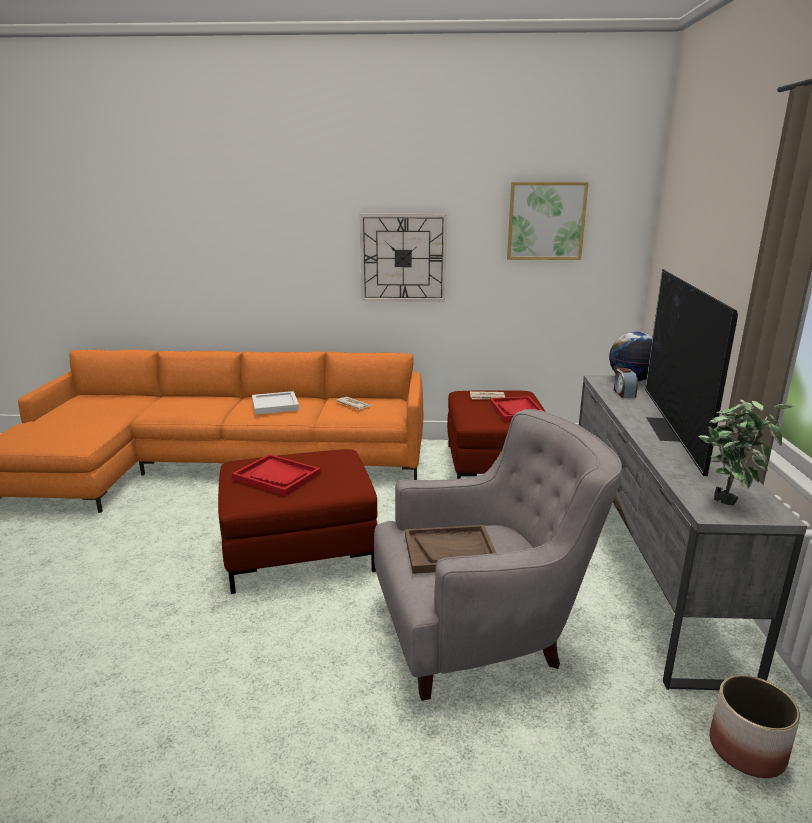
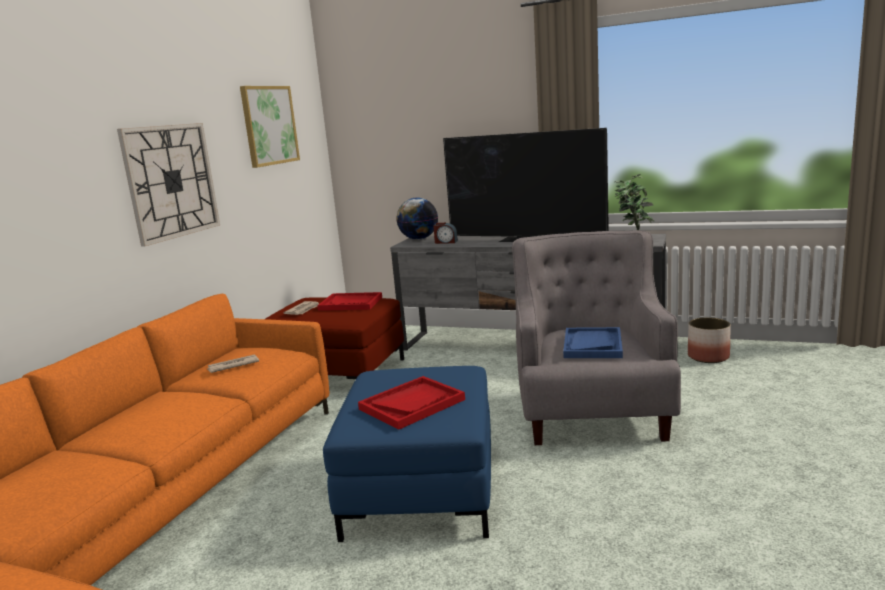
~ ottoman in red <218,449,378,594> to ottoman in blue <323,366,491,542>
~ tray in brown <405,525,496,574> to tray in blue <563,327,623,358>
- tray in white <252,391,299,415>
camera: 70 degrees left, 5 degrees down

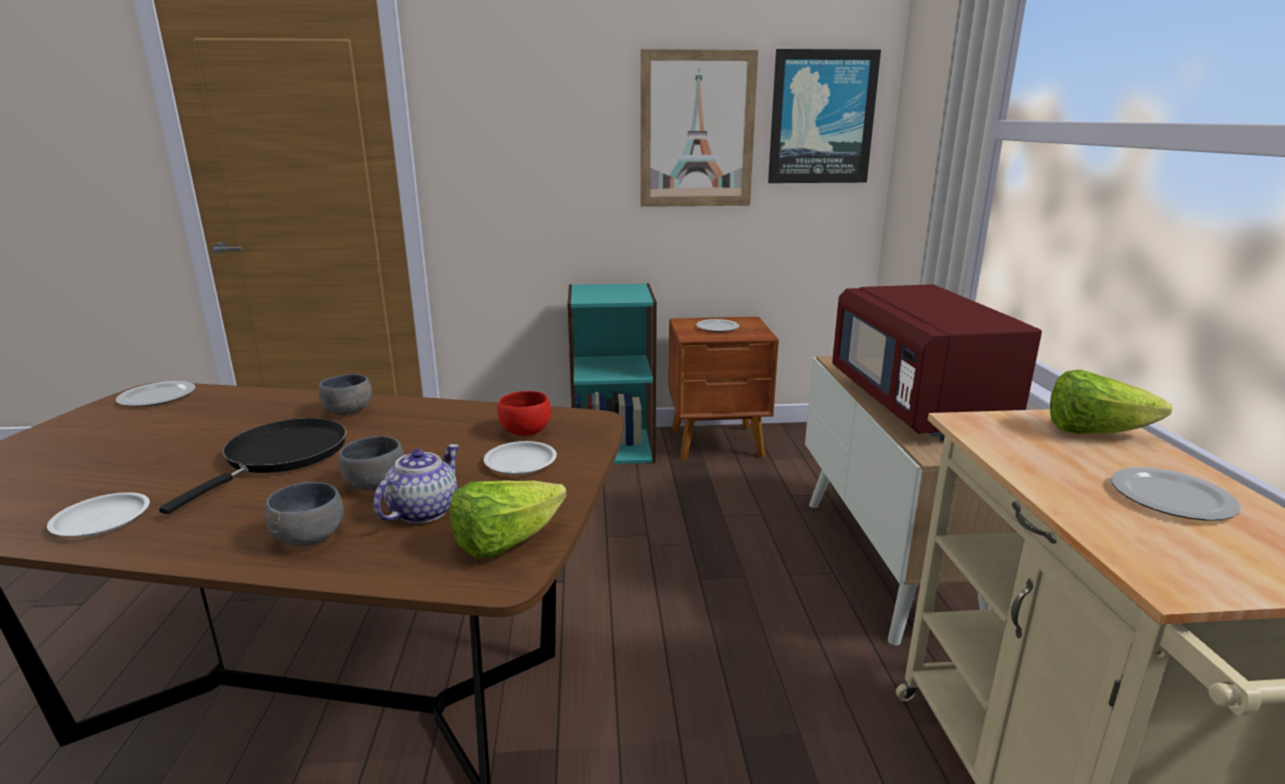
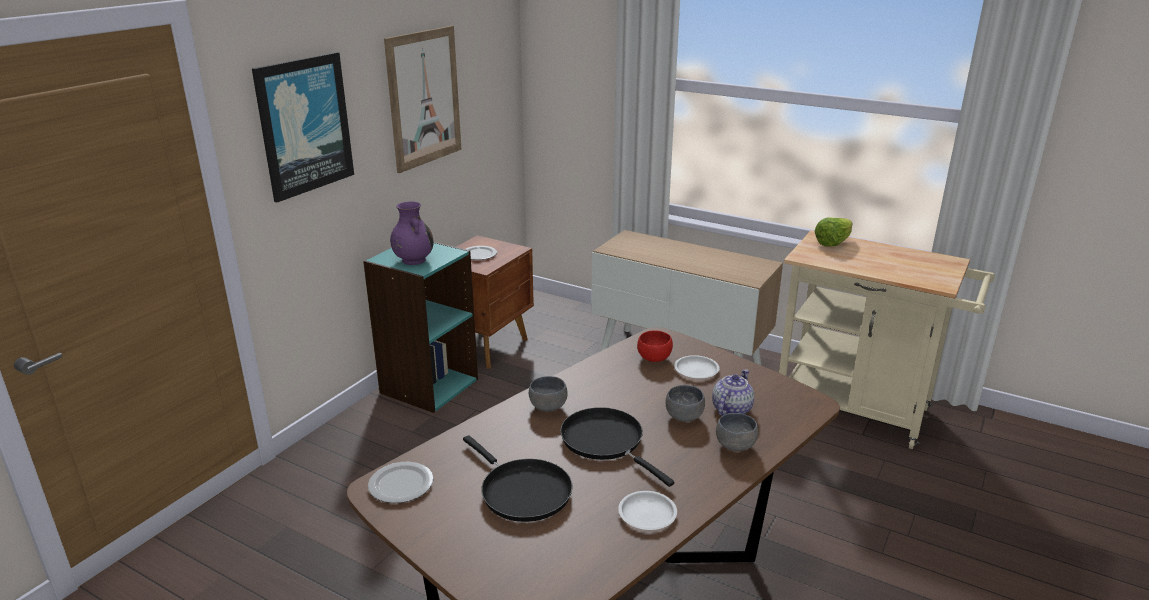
~ picture <768,49,881,183> to <252,52,354,203>
+ vase in purple <390,201,433,265>
+ frying pan in black <463,435,573,522>
~ teapot <373,444,459,523> = <712,369,754,416> 60 degrees clockwise
- lettuce <450,480,567,559>
- microwave in red <832,284,1042,441>
- plate <1111,467,1241,521>
camera: 55 degrees left, 5 degrees up

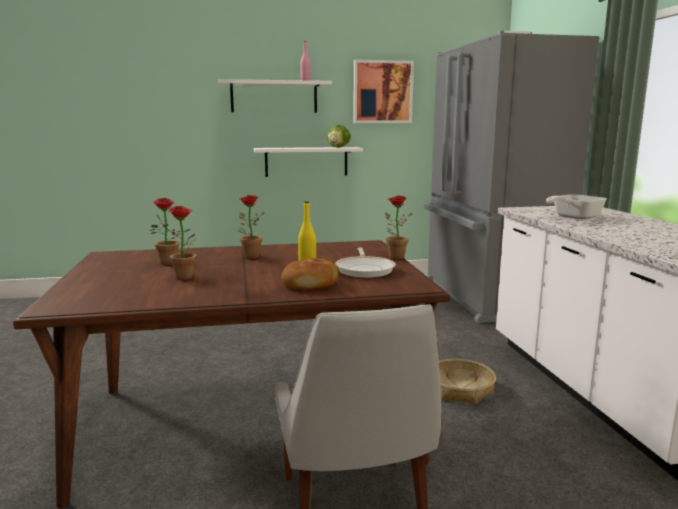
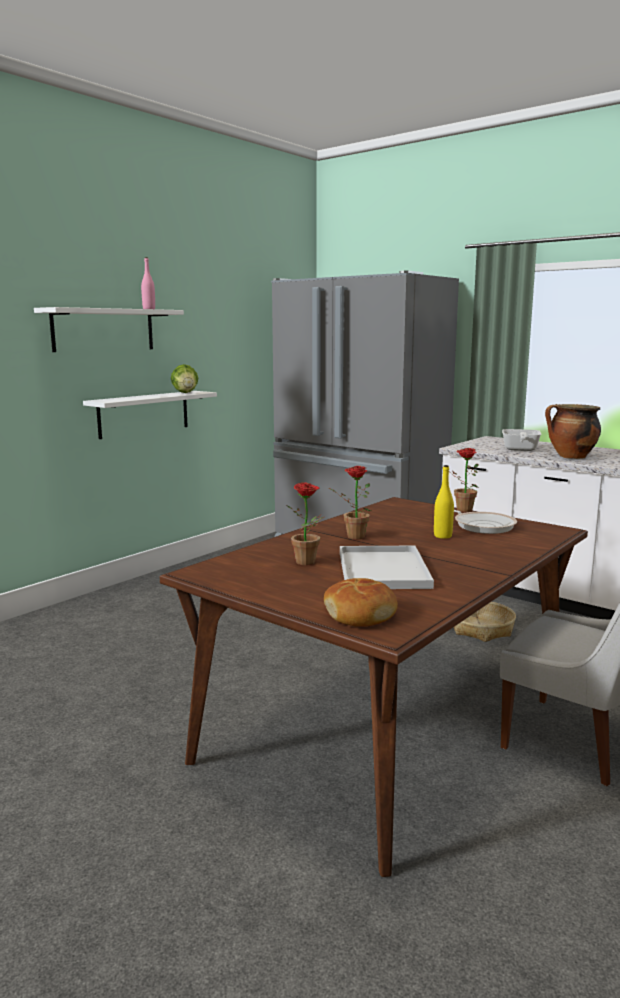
~ bread <281,258,338,290> to <324,578,398,627>
~ potted plant <165,206,196,280> to tray in white <340,546,434,589>
+ cooking pot <545,404,601,459>
- picture <353,60,414,123>
camera: 40 degrees left, 0 degrees up

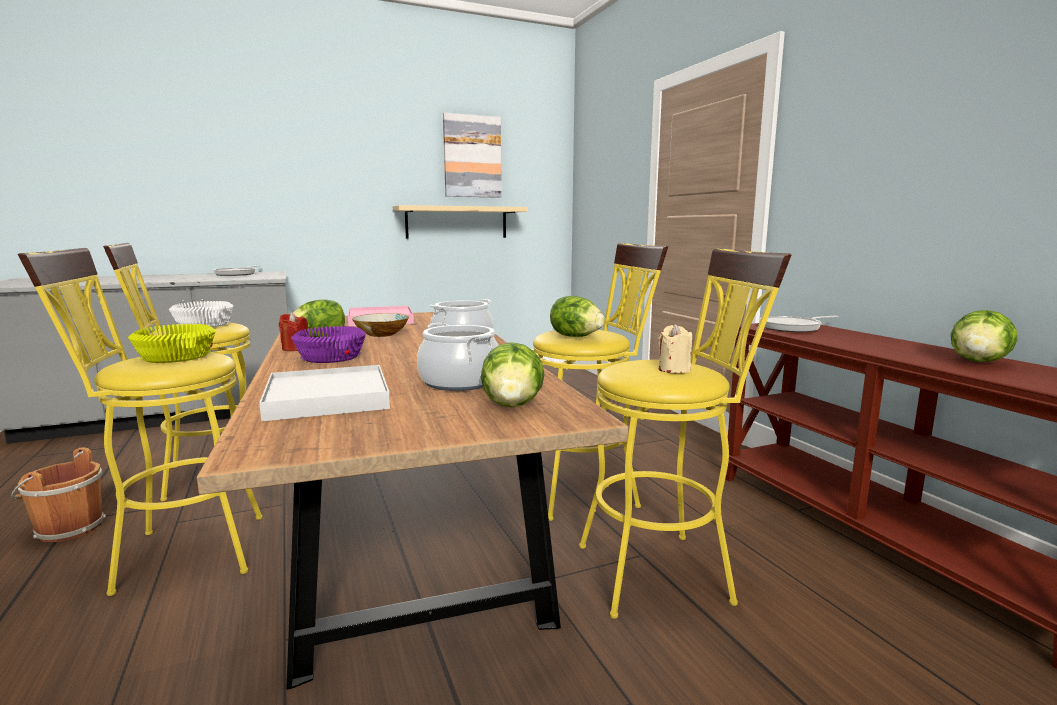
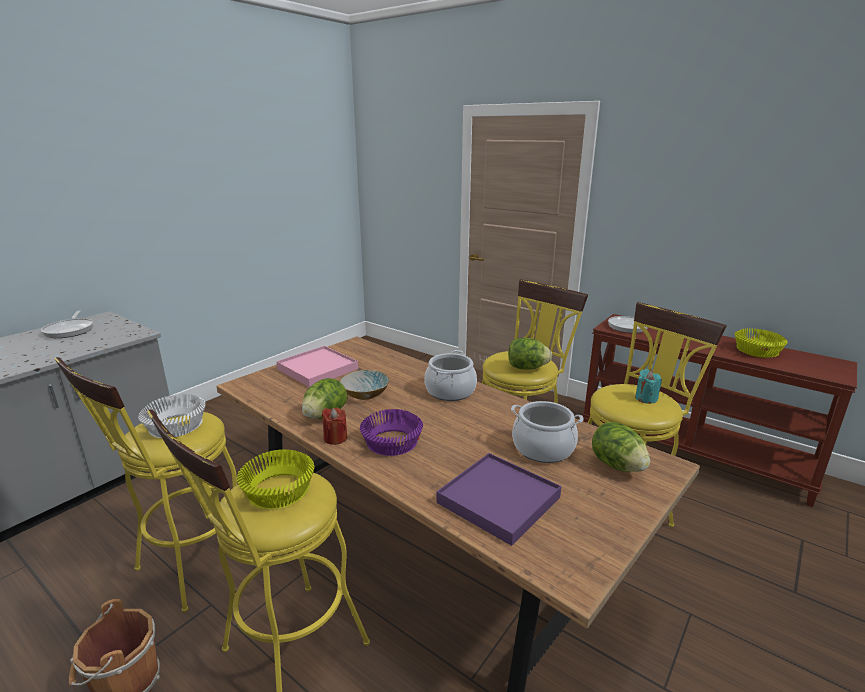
~ tray in white <259,365,390,421> to tray in purple <436,453,561,546>
~ candle in beige <658,324,692,373> to candle in turquoise <635,369,662,404>
~ lettuce <951,310,1017,362> to bowl in yellow <735,328,788,358>
- shelf in beige <393,205,528,239>
- picture <443,113,502,198>
camera: 30 degrees left, 10 degrees up

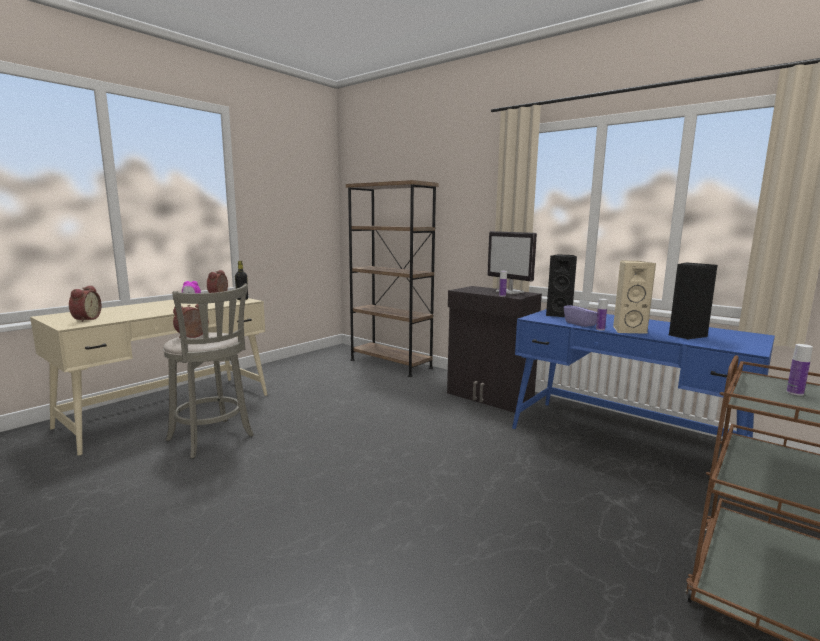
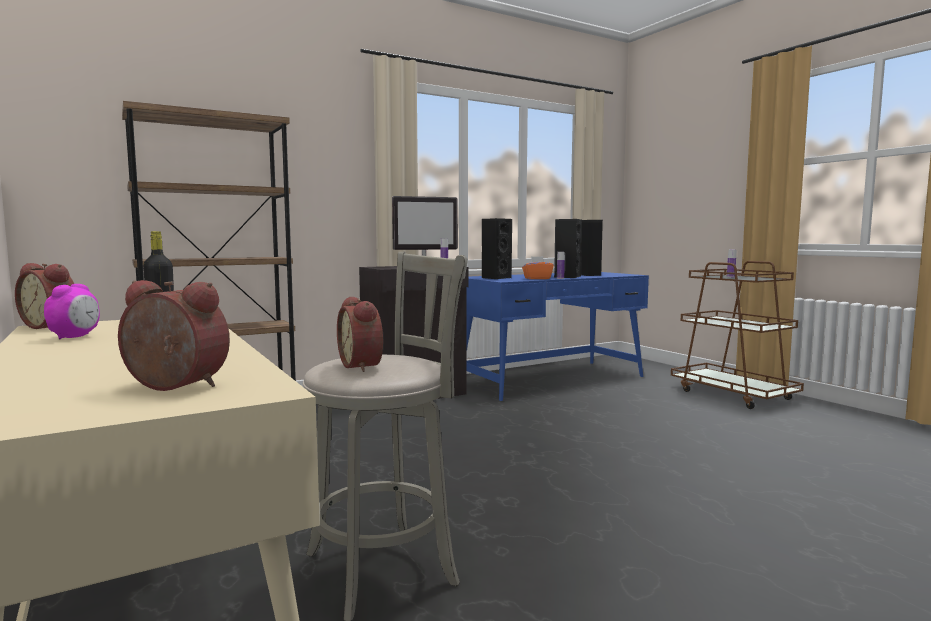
~ tissue box in purple <564,299,597,327> to tissue box in orange <522,256,554,279>
~ speaker in beige <613,261,656,334> to speaker in black <554,219,582,278>
camera: 70 degrees left, 5 degrees down

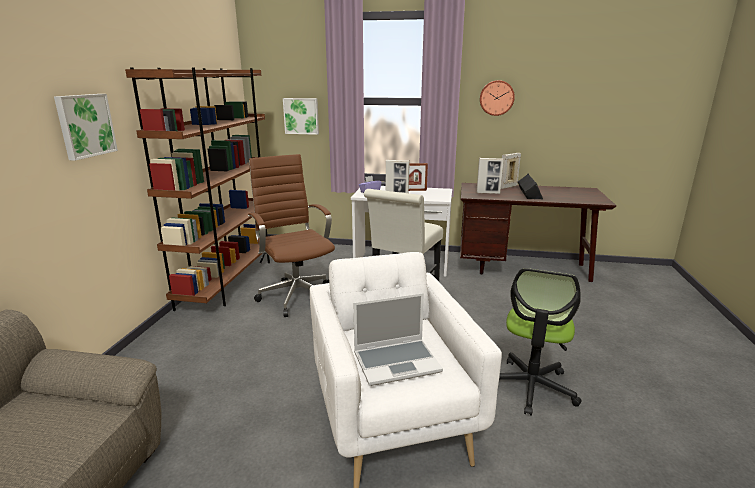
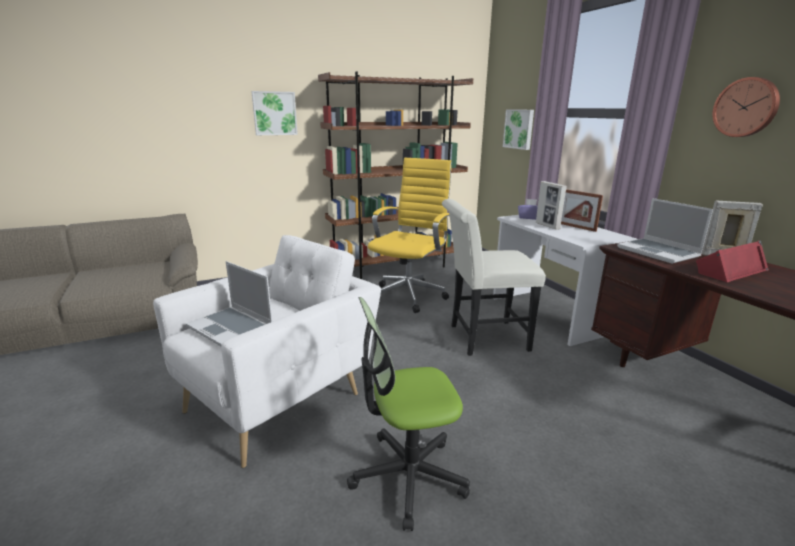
~ office chair in brown <248,154,335,317> to office chair in yellow <368,158,452,313>
~ picture frame <476,158,504,194> to laptop <617,198,713,264>
~ speaker in black <518,174,543,200> to speaker in red <696,240,769,282>
camera: 55 degrees right, 0 degrees up

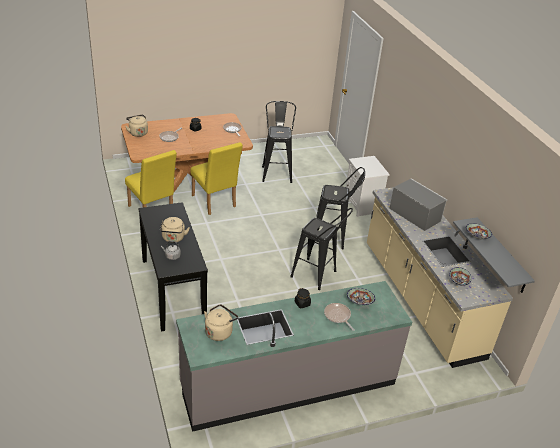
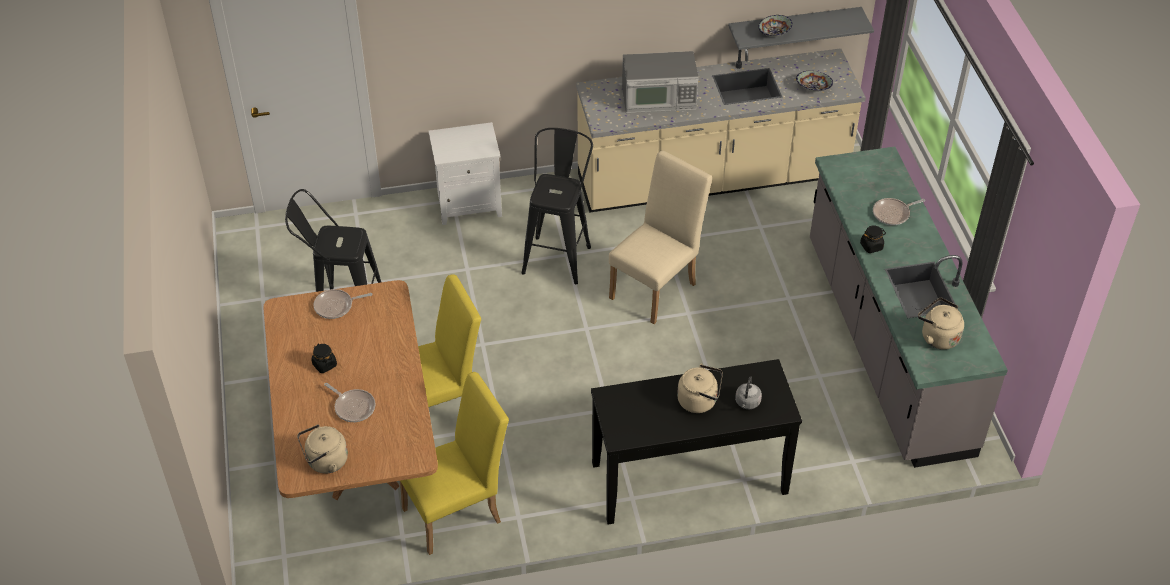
~ stool in black <290,208,353,290> to chair in beige <609,151,712,324>
~ microwave <389,178,447,231> = <622,51,698,113> 150 degrees counterclockwise
- bowl <347,288,375,305>
camera: 80 degrees left, 10 degrees up

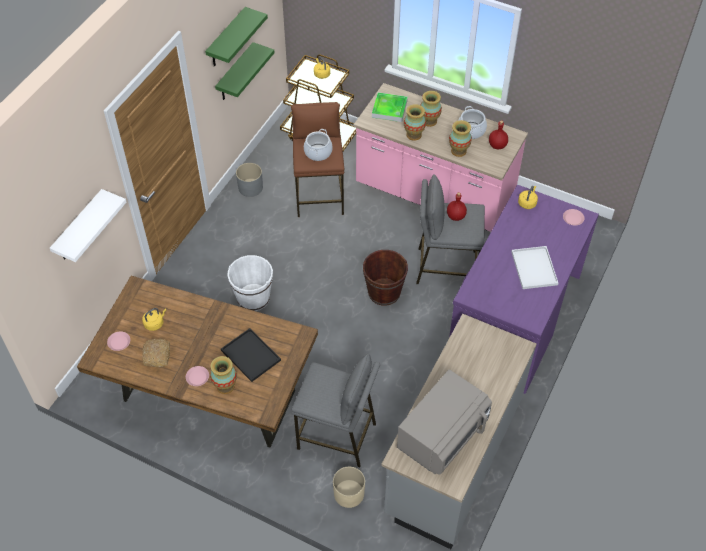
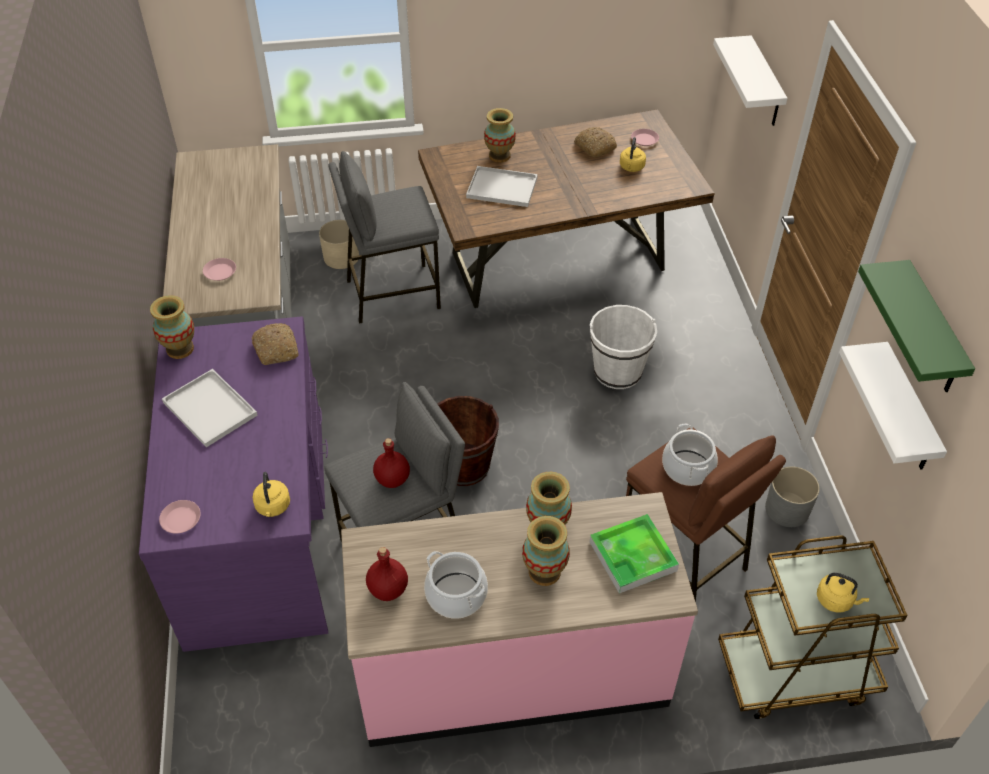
~ vase <449,120,472,157> to <150,295,194,359>
~ plate in pink <186,366,209,386> to <203,258,236,281>
+ bread <252,323,299,365>
~ tray in black <221,328,281,382> to tray in white <466,166,538,207>
~ shelf in green <215,42,275,100> to shelf in white <839,342,947,470>
- microwave in grey <397,370,492,475>
camera: 145 degrees right, 5 degrees down

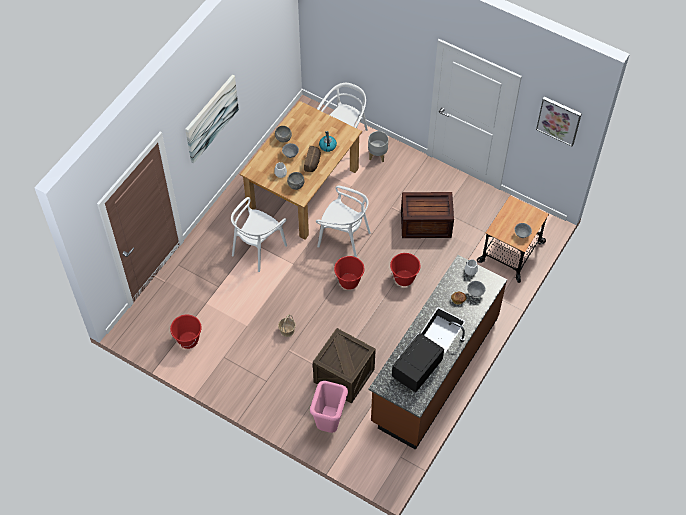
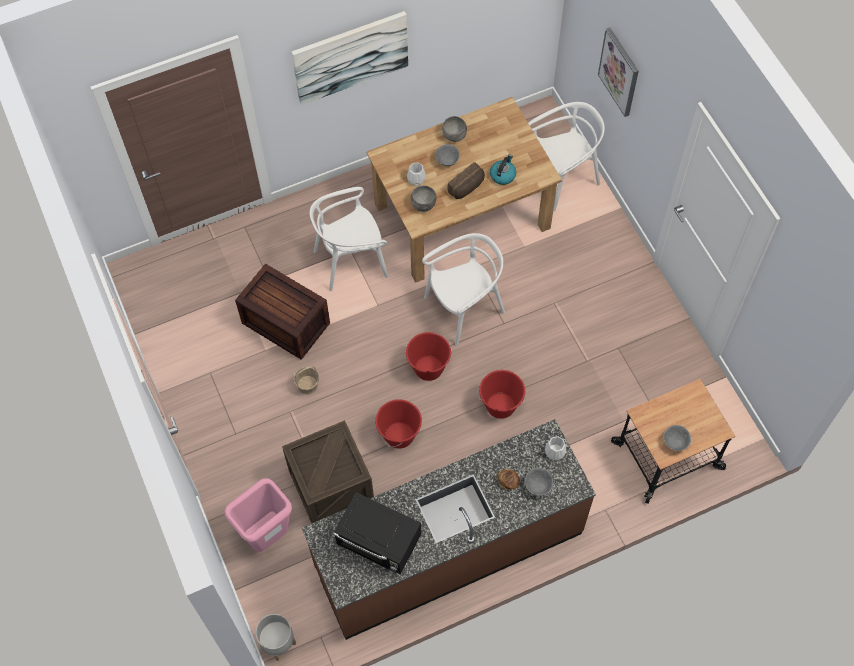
~ crate <401,192,454,238> to <235,264,330,360>
~ planter in grey <368,131,388,162> to <255,614,296,661>
~ microwave in black <392,333,444,392> = <333,492,421,574> 135 degrees counterclockwise
~ bucket in red <170,315,202,349> to <375,399,422,448>
~ chair in white <316,186,371,257> = <422,233,505,345> 90 degrees counterclockwise
~ picture <536,97,582,146> to <598,27,639,117>
camera: 35 degrees right, 5 degrees up

